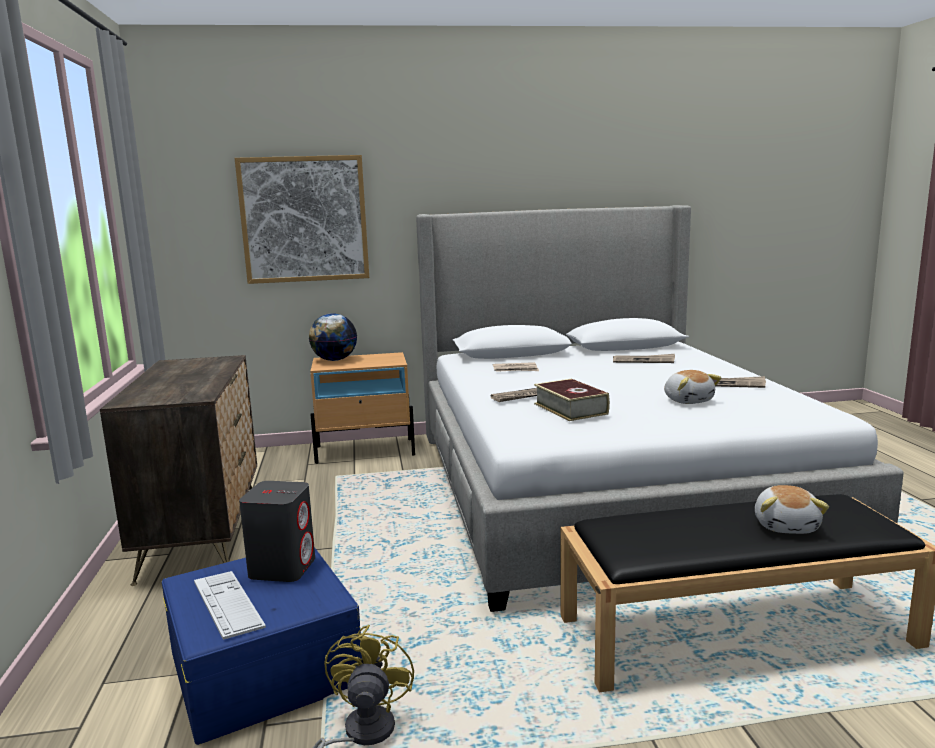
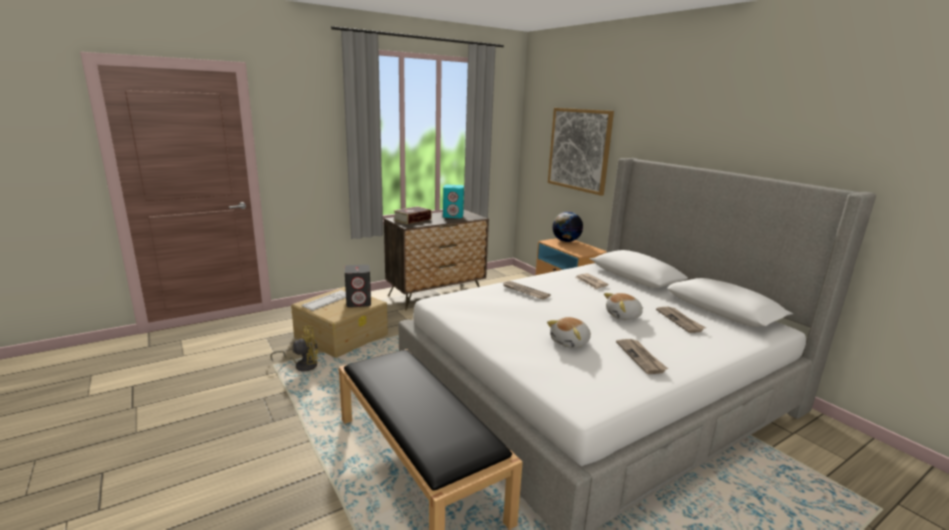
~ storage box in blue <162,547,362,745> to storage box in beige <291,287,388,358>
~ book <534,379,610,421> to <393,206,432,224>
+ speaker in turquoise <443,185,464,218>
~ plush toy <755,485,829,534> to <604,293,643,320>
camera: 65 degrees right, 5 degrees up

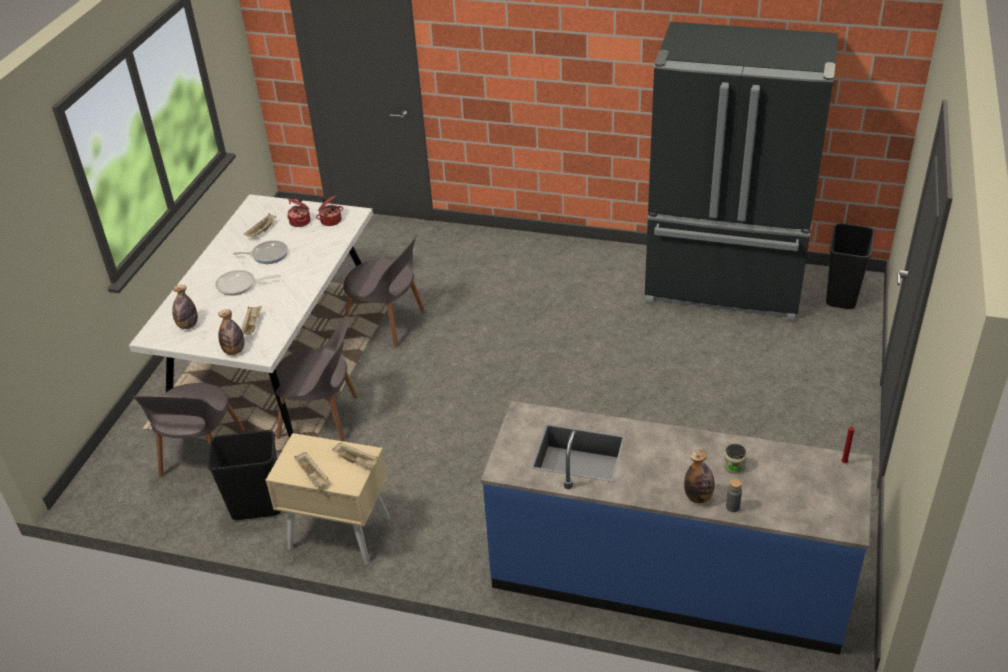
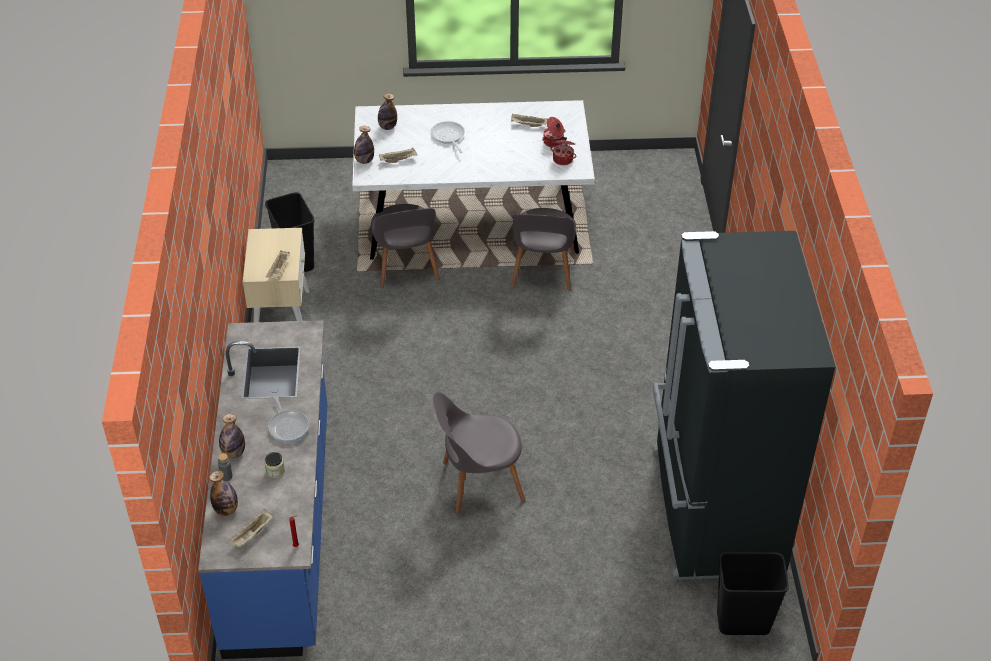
+ bottle <210,471,238,516>
~ tray in beige <294,452,328,487> to <228,509,273,547>
~ frying pan <233,241,288,264> to <268,396,309,443>
~ chair in grey <133,383,245,477> to <433,392,525,514>
camera: 70 degrees right, 5 degrees up

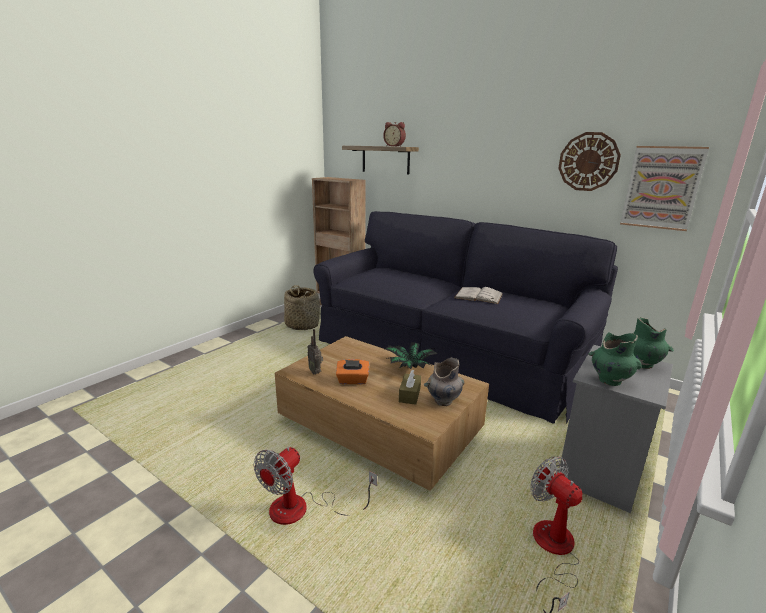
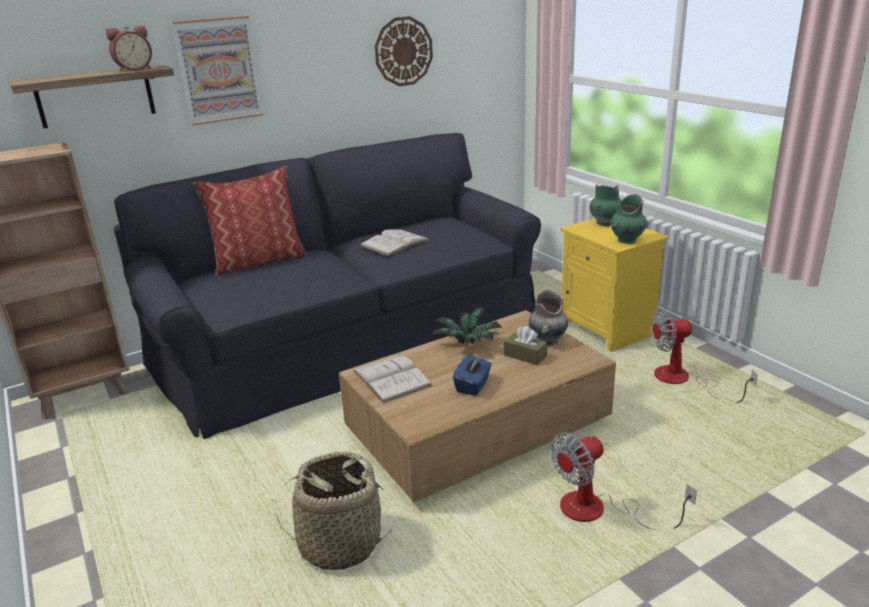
~ picture <620,146,709,231> to <172,16,263,125>
+ pillow <193,166,306,276>
~ basket <284,285,320,330> to <275,451,392,570>
+ book in white <353,354,433,403>
~ tissue box in orange <336,359,369,384> to tissue box in blue <453,354,492,396>
~ fan <253,447,377,525> = <550,432,697,530> 90 degrees clockwise
~ nightstand in grey <560,345,673,513> to nightstand in yellow <560,218,669,352>
- radio <307,329,323,375>
camera: 65 degrees left, 5 degrees up

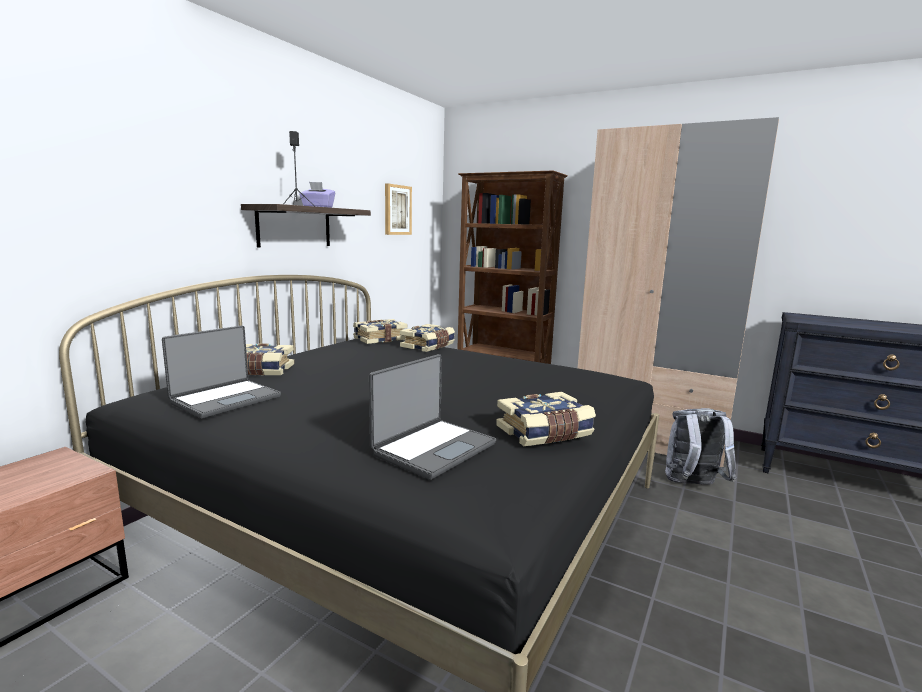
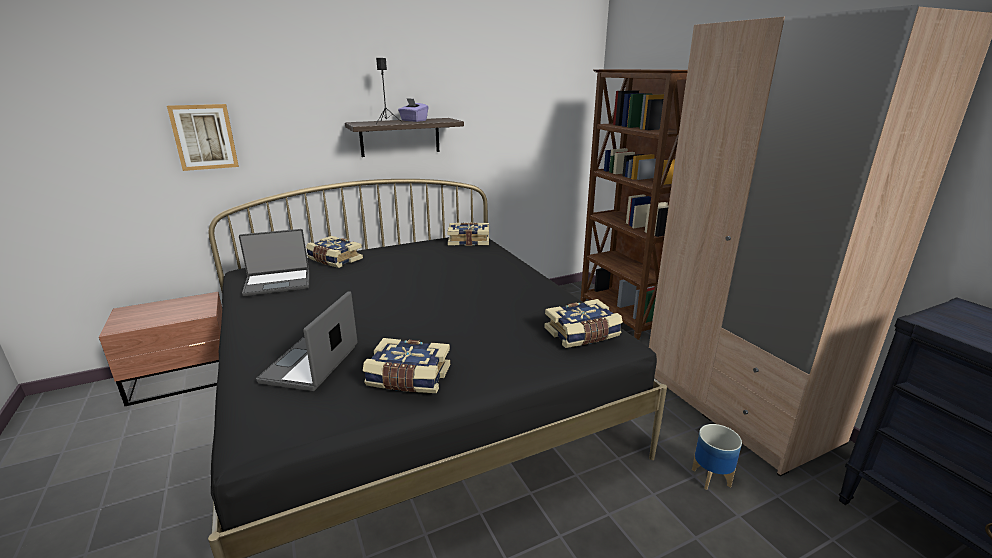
~ picture <385,183,412,235> to <167,104,239,171>
~ laptop <369,354,496,480> = <256,291,358,391> 120 degrees clockwise
~ book <400,324,455,352> to <544,299,623,348>
~ backpack in grey <665,408,736,485> to planter <692,424,742,490>
camera: 35 degrees right, 10 degrees up

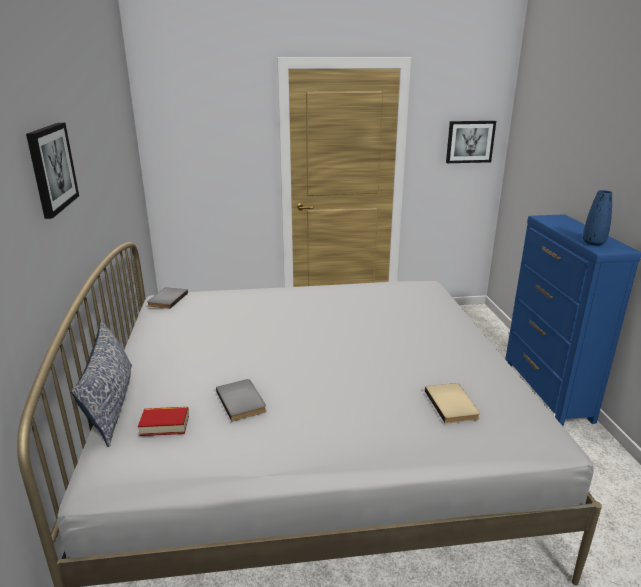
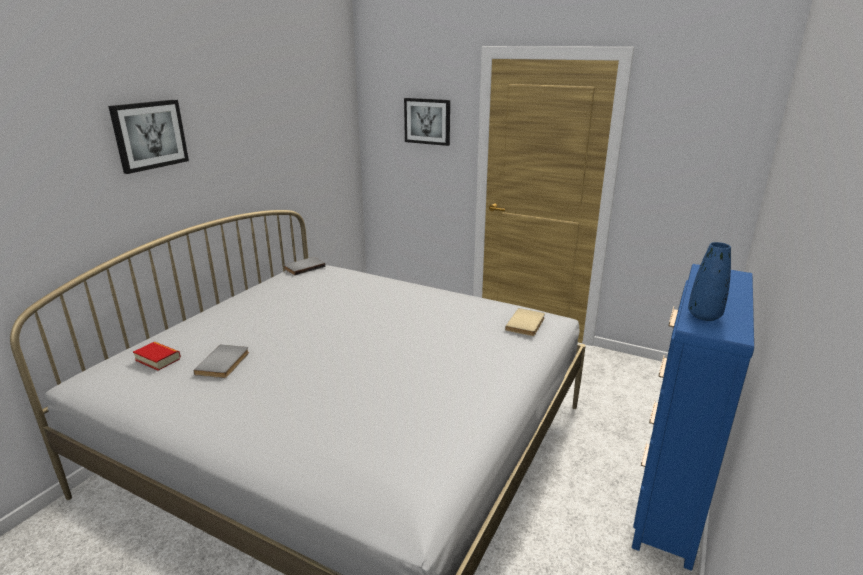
~ picture <446,121,496,163> to <404,98,450,146>
~ book in beige <425,383,480,424> to <505,308,545,336>
- pillow <71,320,132,447>
camera: 35 degrees right, 0 degrees up

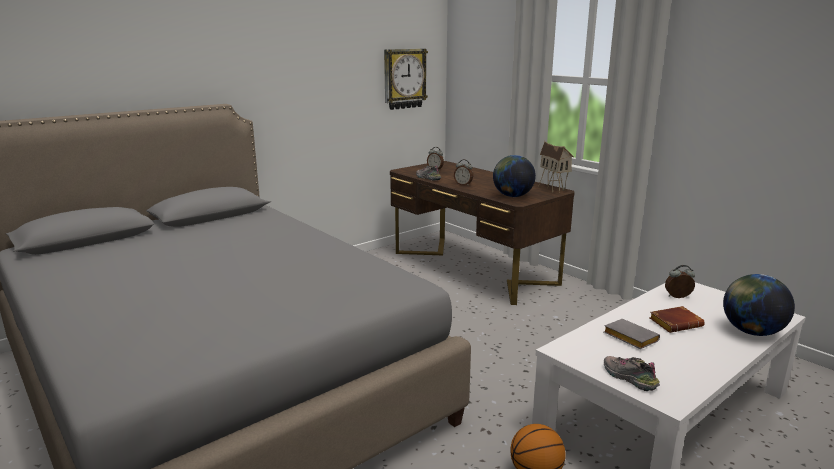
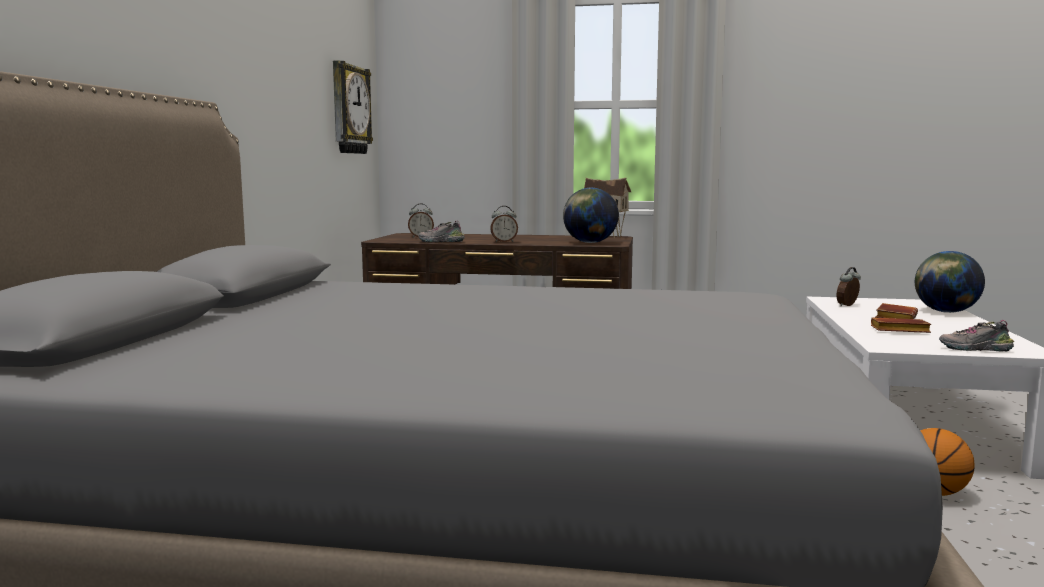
~ book in grey <604,319,660,349> to book in brown <871,317,931,333>
camera: 40 degrees left, 10 degrees down

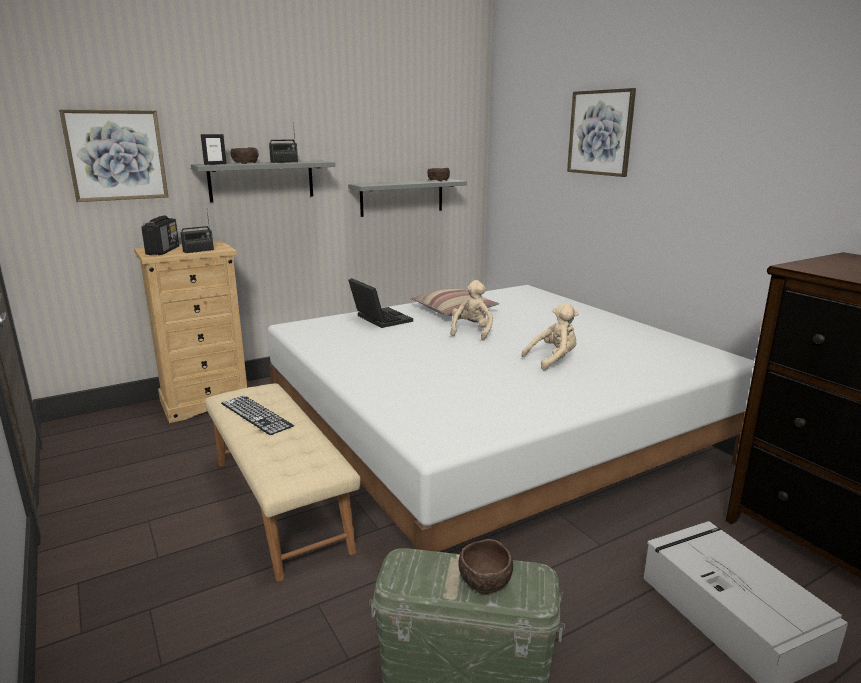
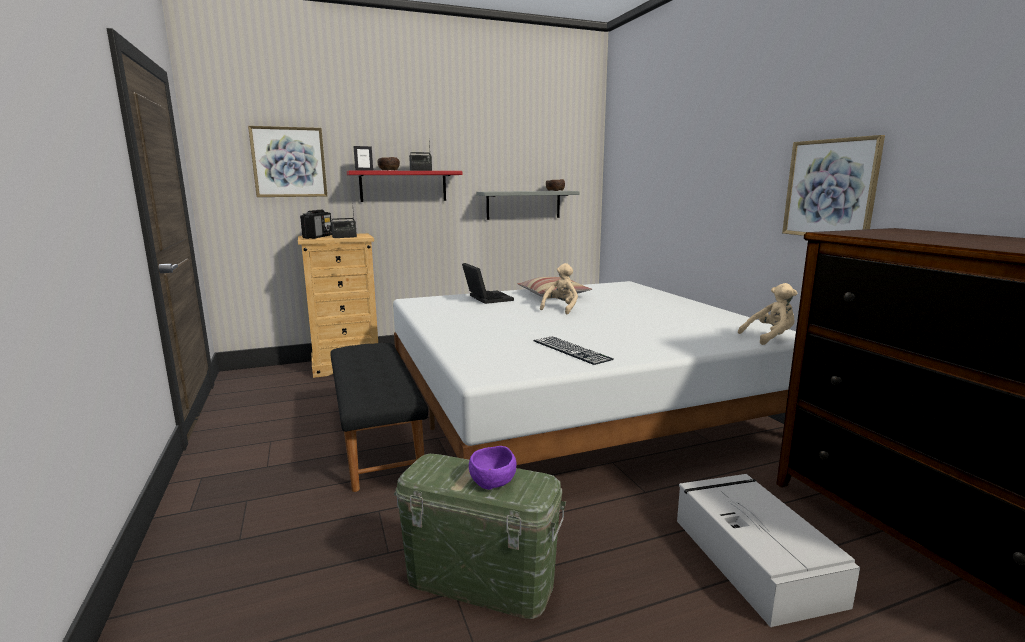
~ bench in beige <205,383,361,581> to bench in black <330,343,428,492>
~ shelf in grey <191,161,335,202> to shelf in red <347,170,462,202>
~ bowl in brown <458,539,513,594> to bowl in purple <469,446,517,490>
~ keyboard <221,395,294,435> to <533,336,614,365>
~ plush toy in beige <521,303,579,371> to <738,283,798,345>
~ picture <567,88,636,177> to <782,135,885,236>
camera: 10 degrees right, 5 degrees down

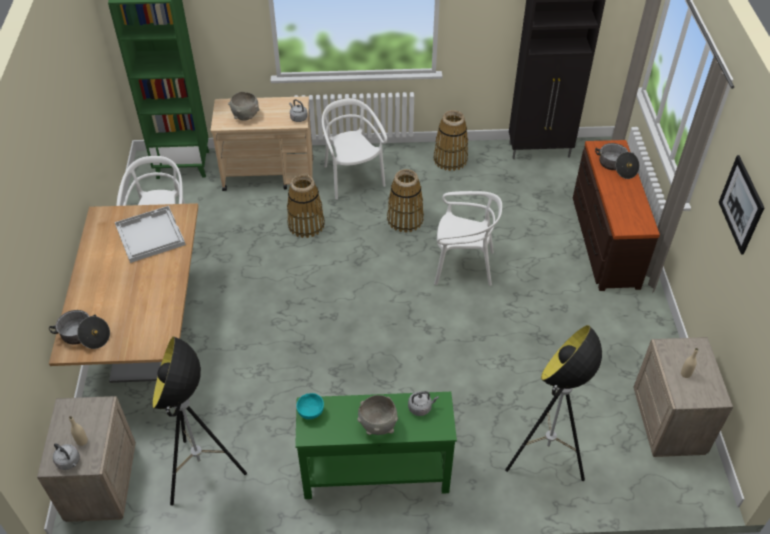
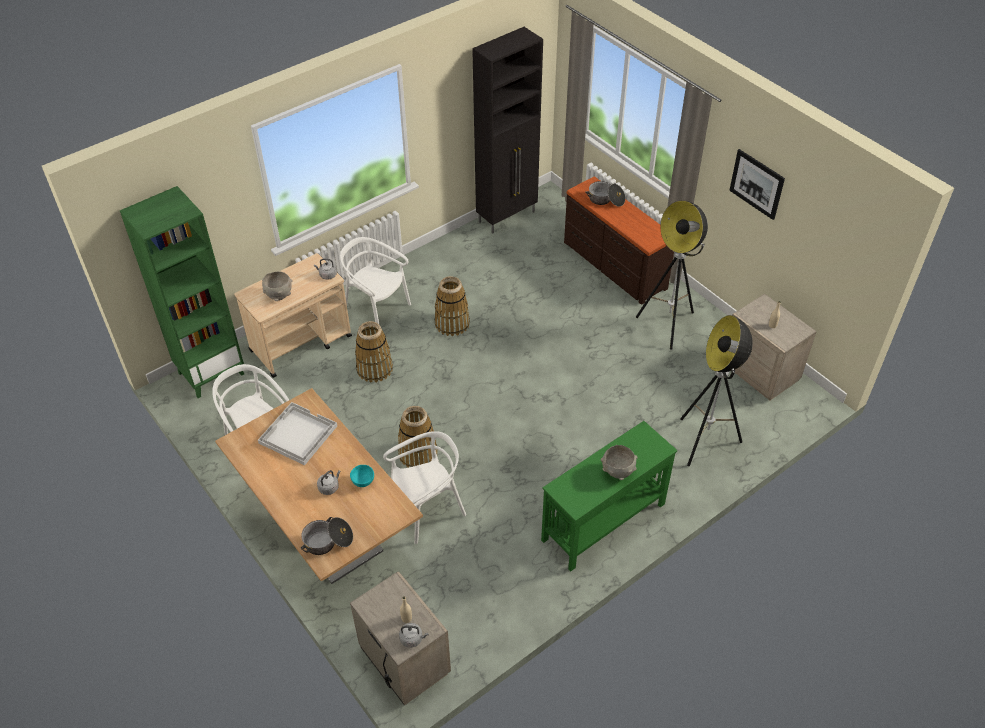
~ kettle in grey <408,391,439,416> to <317,470,341,495>
~ bowl in turquoise <296,393,324,419> to <350,465,374,487>
~ chair in white <434,191,502,286> to <383,431,466,544>
~ basket <433,110,468,171> to <398,406,438,468>
~ floor lamp <152,336,247,506> to <636,201,708,350>
camera: 35 degrees left, 0 degrees up

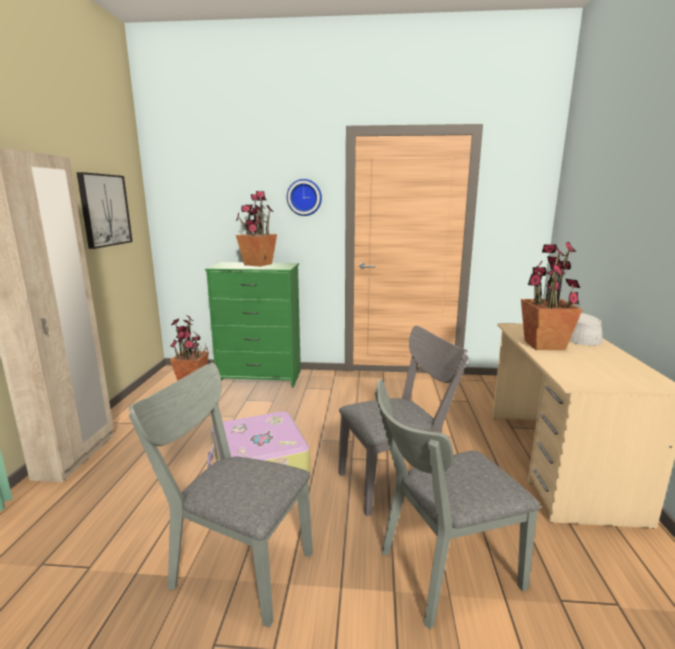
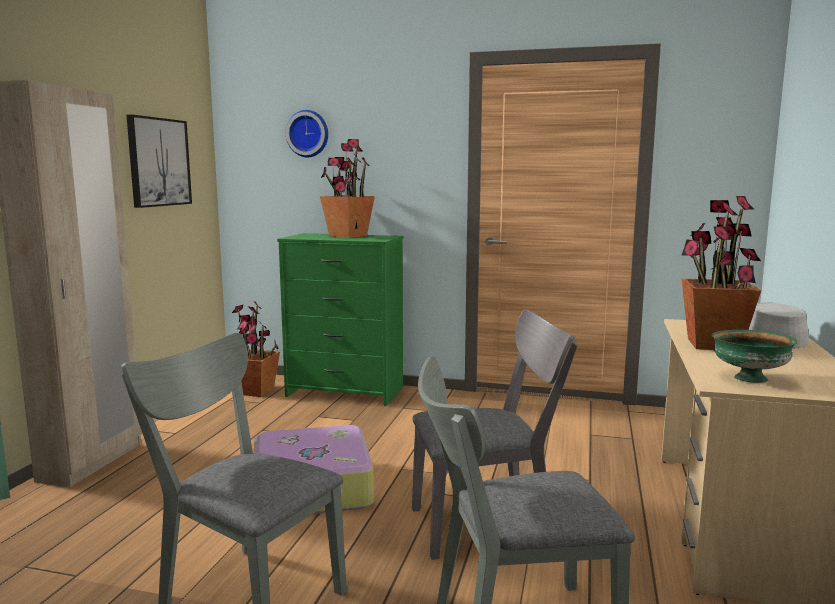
~ wall clock <287,179,322,216> to <286,110,328,157>
+ bowl in green <712,330,797,383>
camera: 10 degrees right, 5 degrees down

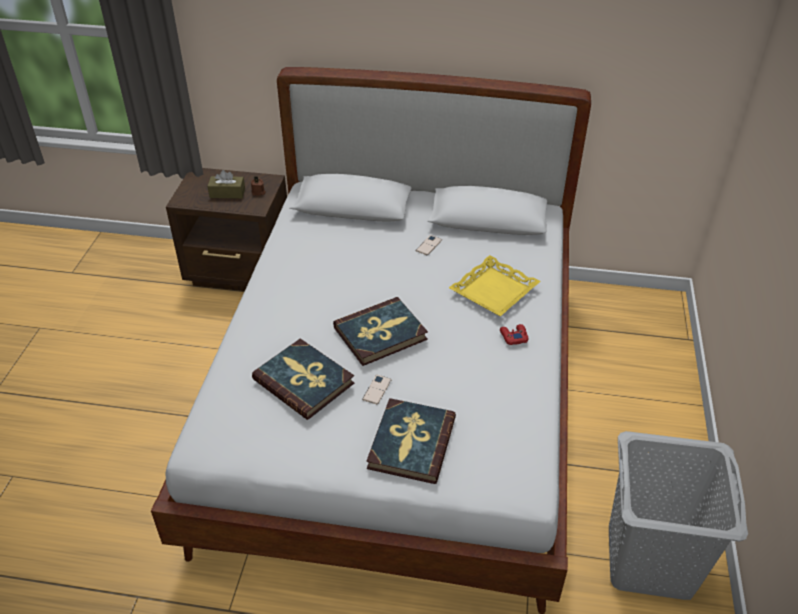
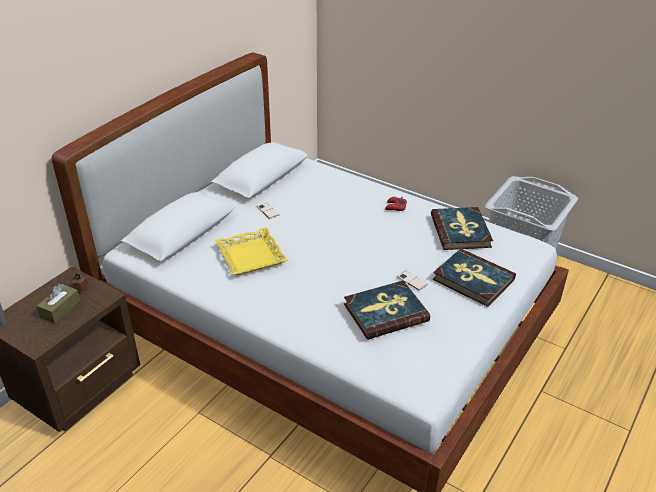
~ tray in yellow <449,255,541,316> to <215,227,288,275>
~ book <333,297,428,366> to <431,207,493,250>
camera: 65 degrees left, 5 degrees down

